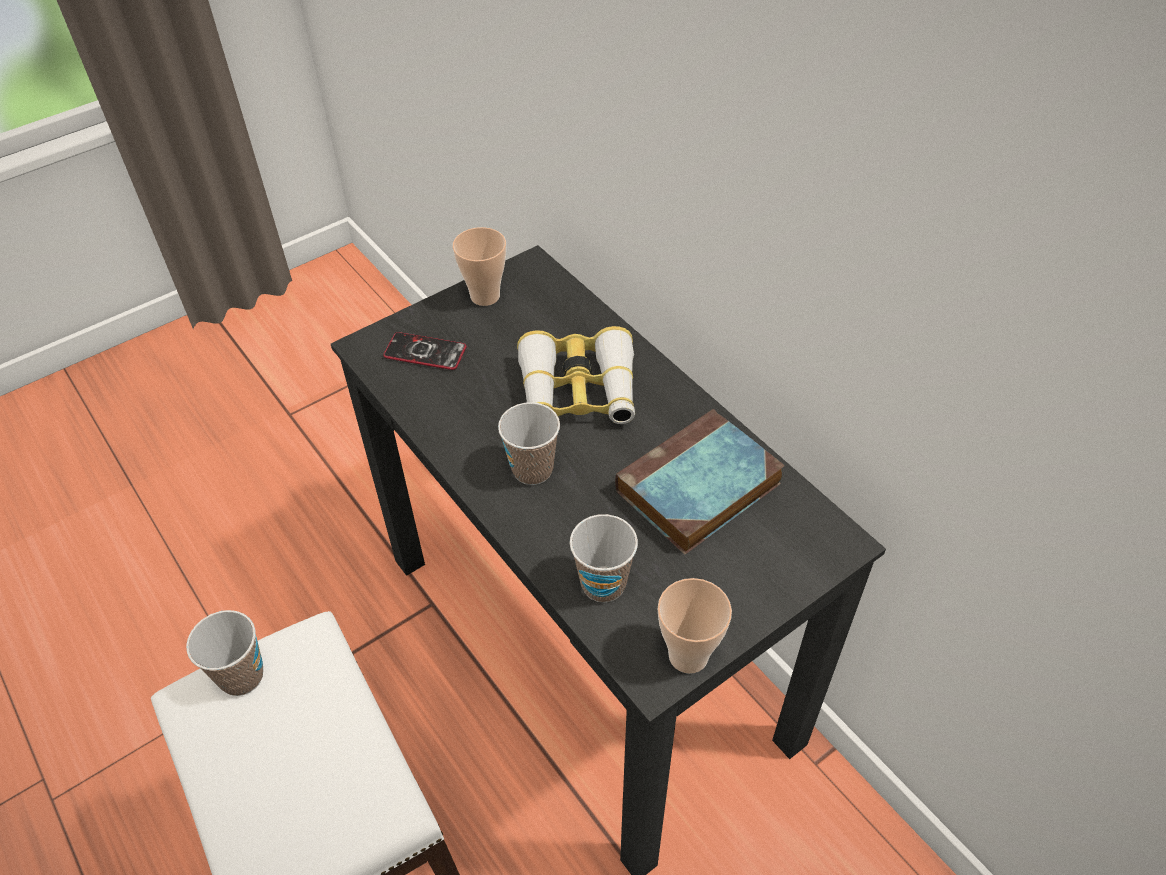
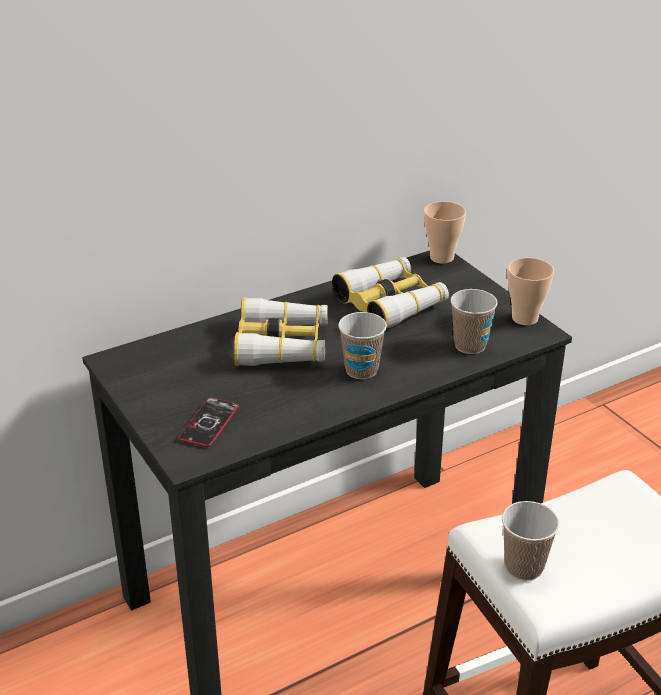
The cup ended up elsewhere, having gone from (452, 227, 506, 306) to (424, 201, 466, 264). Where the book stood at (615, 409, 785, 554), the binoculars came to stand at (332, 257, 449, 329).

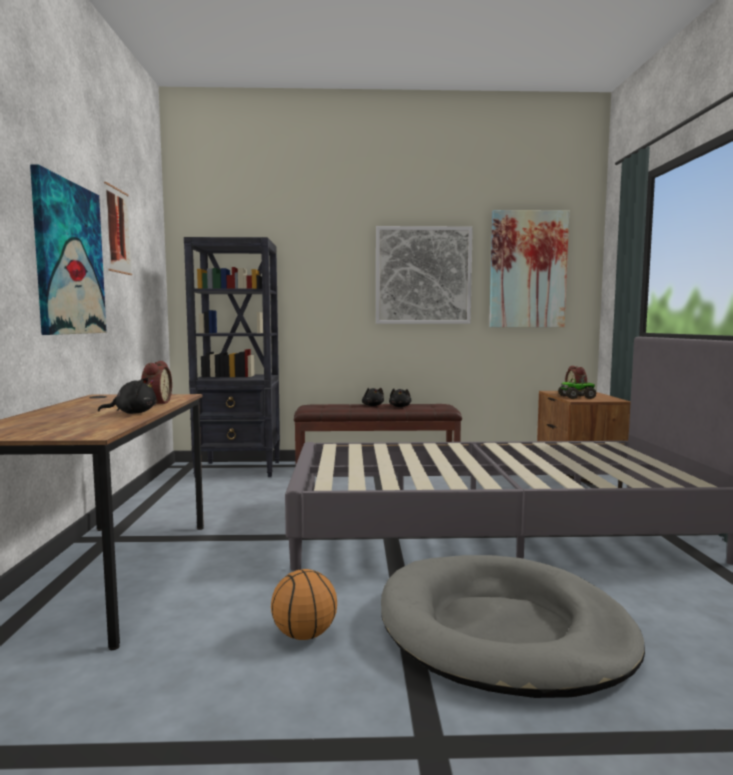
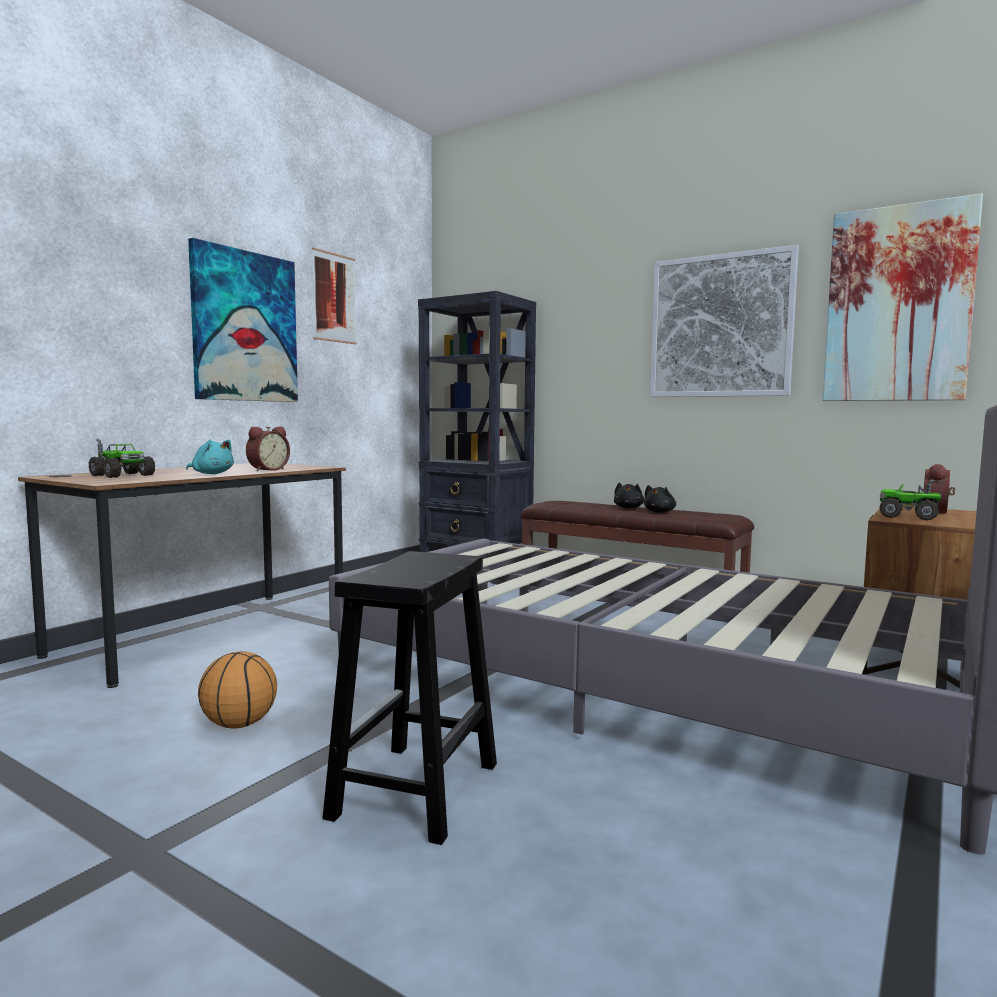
The second view gained the toy truck at (89, 439, 155, 478). Where the dog bed (grey) stood at (381, 555, 645, 698), the stool (black) came to stand at (323, 551, 497, 845). What was the plush toy (black) at (98, 378, 157, 414) turned into the plush toy (turquoise) at (186, 439, 234, 474).

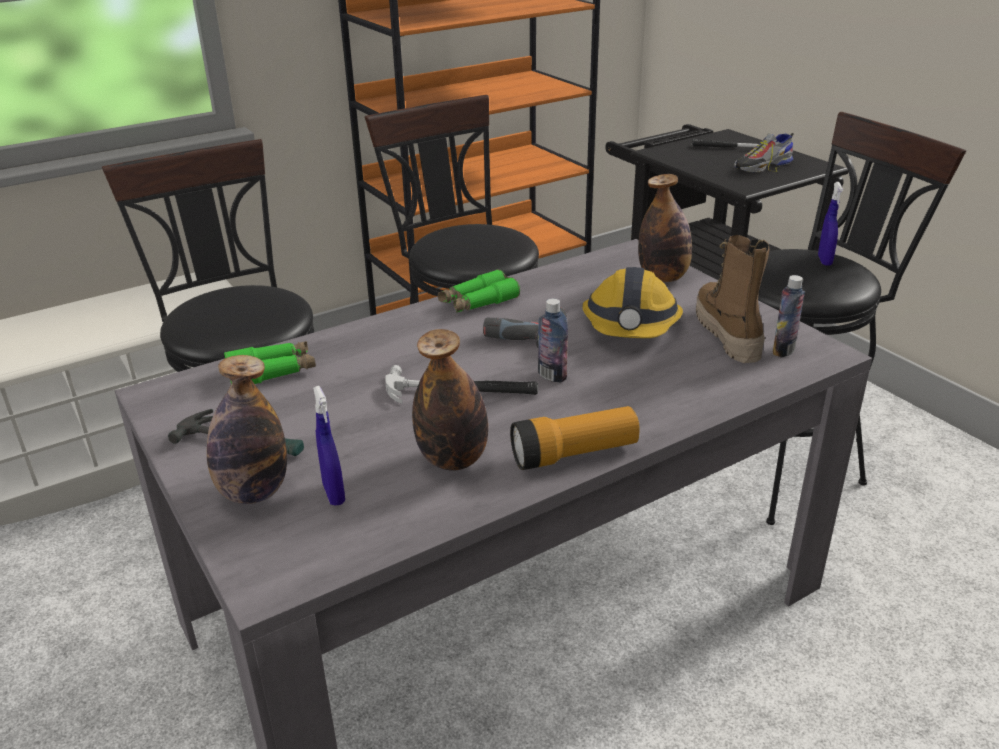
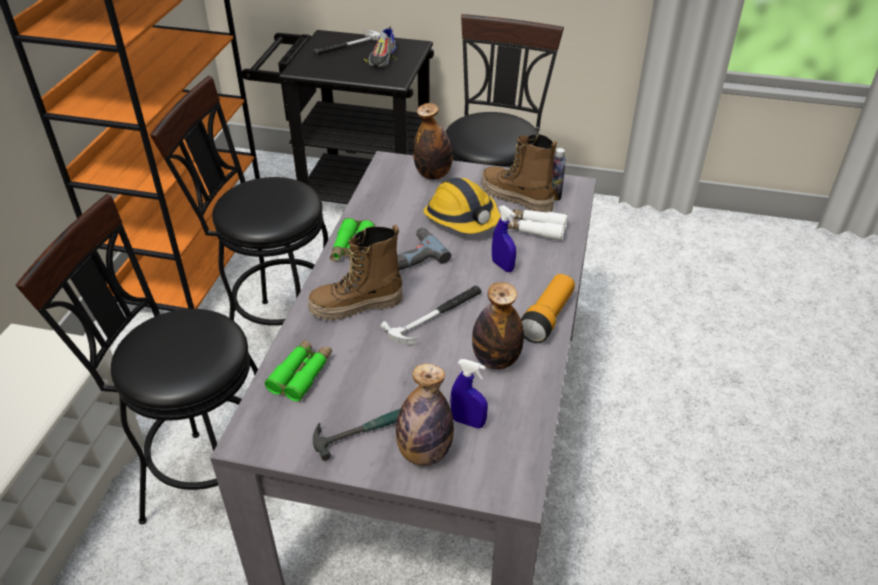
The second view lost the bottle at (538, 299, 568, 383). The second view gained the boot at (308, 224, 403, 320). The second view gained the binoculars (white) at (508, 209, 568, 241). The spray bottle (blue) ended up elsewhere, having gone from (818, 182, 843, 266) to (492, 205, 516, 272).

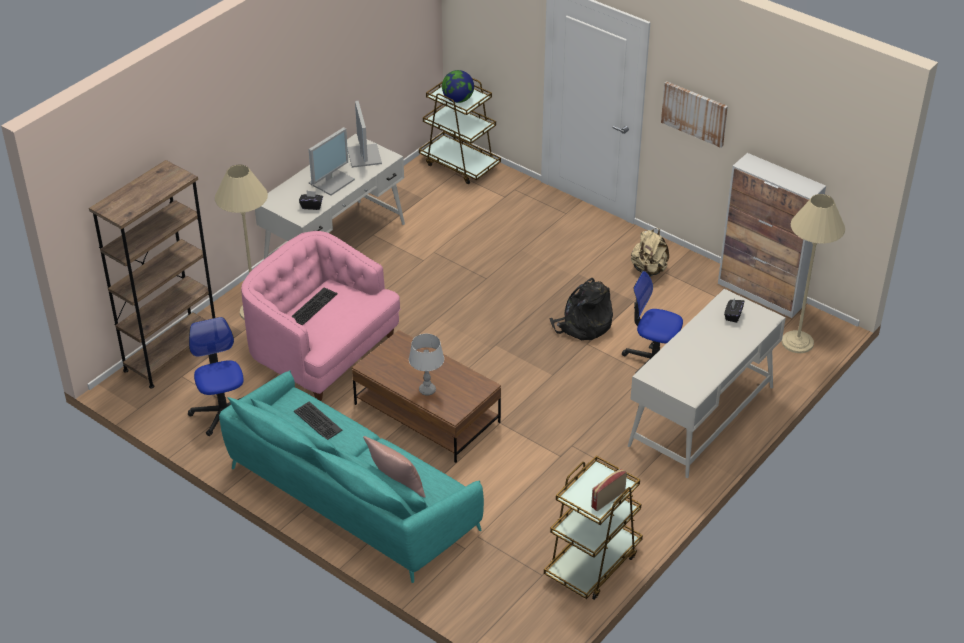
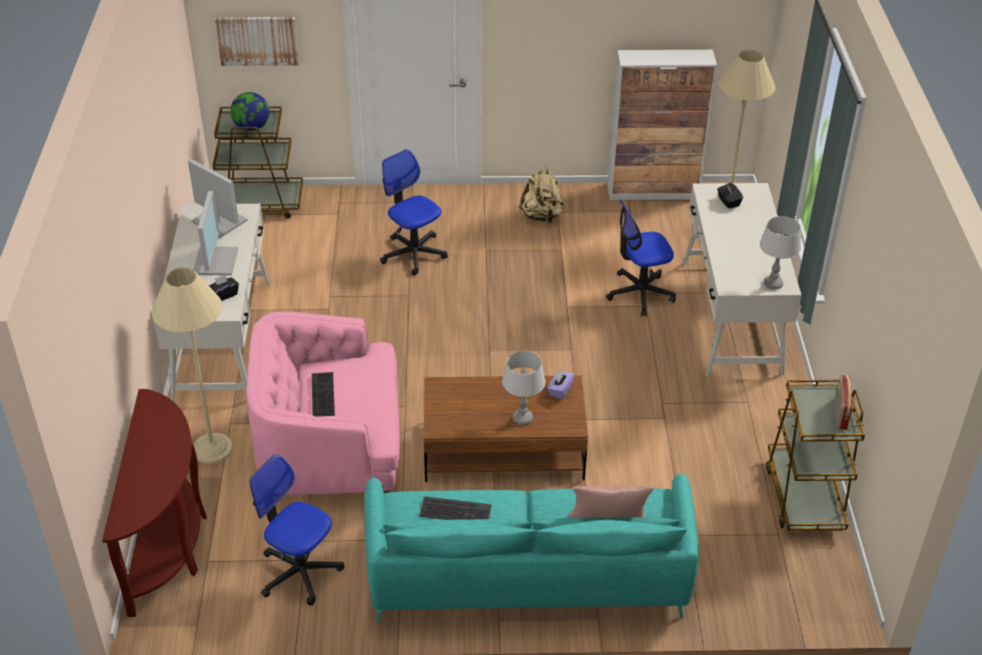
The second view lost the backpack (black) at (549, 278, 613, 340). The second view gained the office chair at (380, 149, 448, 276). The second view gained the tissue box (purple) at (547, 370, 574, 400). The second view gained the table lamp (grey) at (760, 216, 801, 289). The picture ended up elsewhere, having gone from (661, 81, 728, 148) to (215, 17, 299, 66). Where the bookcase (brown) stood at (89, 160, 215, 389), the console table (brown) came to stand at (102, 389, 207, 617).

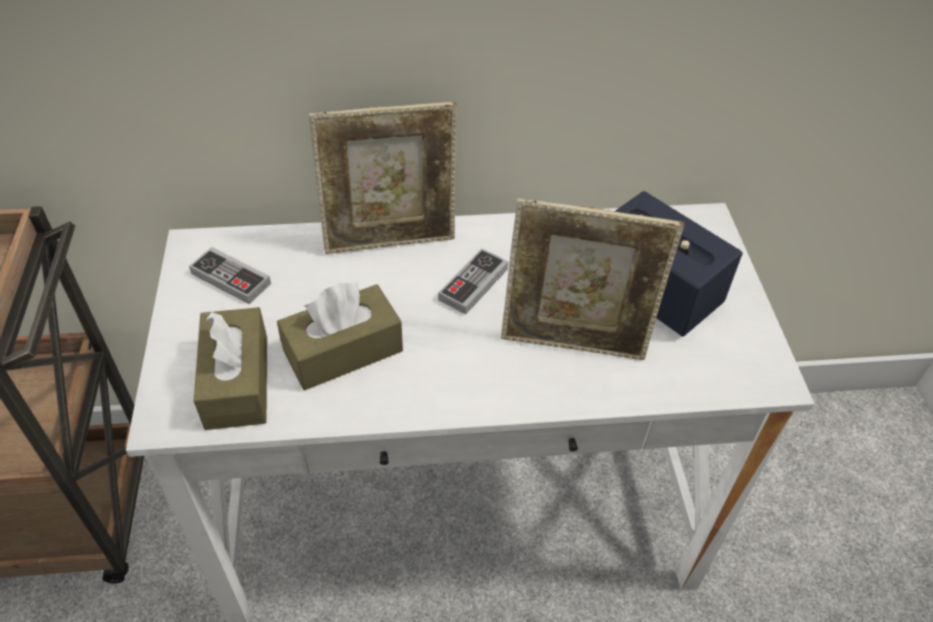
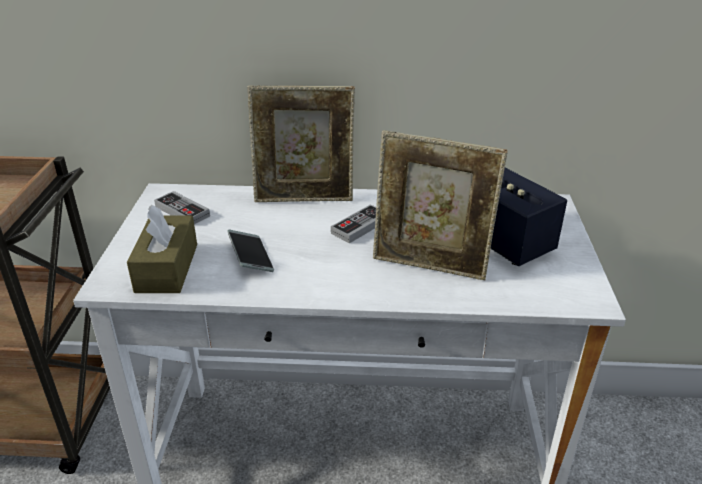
Where the tissue box (brown) stood at (277, 282, 403, 390), the phone came to stand at (227, 229, 274, 272).

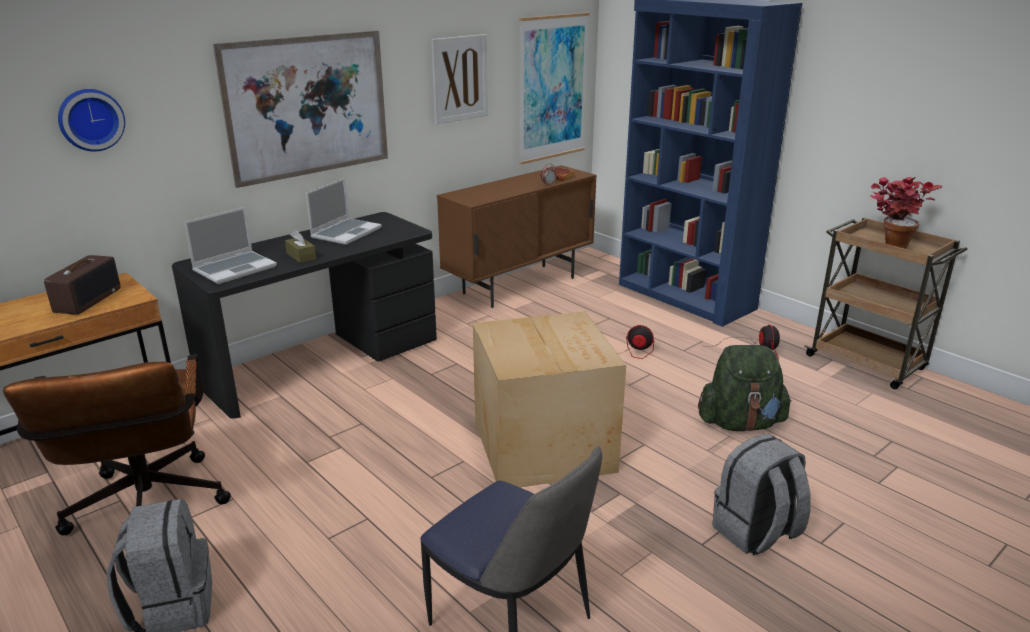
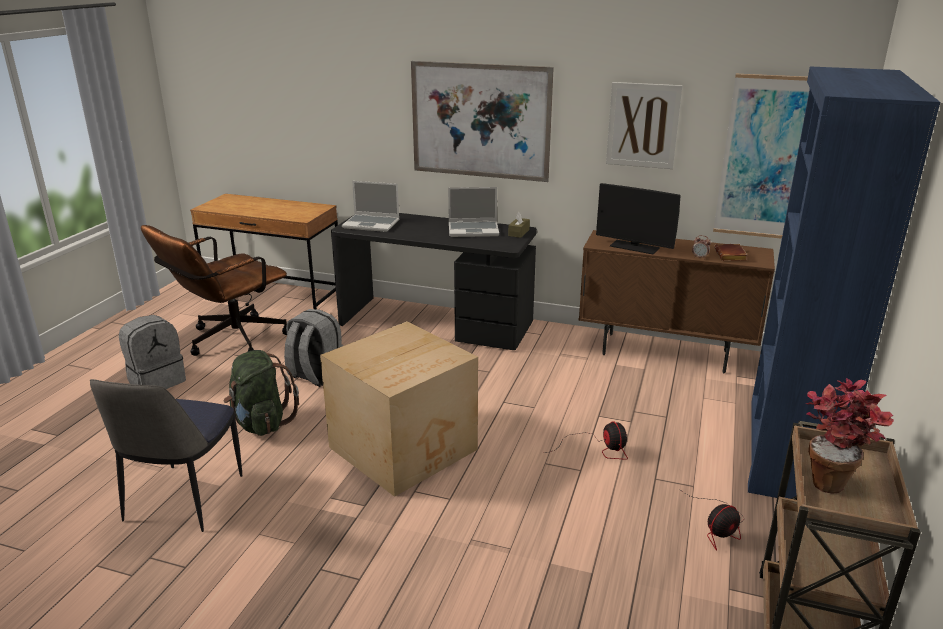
The second view lost the radio at (44, 255, 121, 315). The second view lost the wall clock at (58, 89, 125, 152). The second view gained the monitor at (596, 183, 681, 254). The tissue box (brown) ended up elsewhere, having gone from (285, 230, 316, 263) to (508, 211, 530, 238). The backpack (green) ended up elsewhere, having gone from (698, 345, 792, 432) to (224, 350, 299, 436). The backpack (grey) ended up elsewhere, having gone from (713, 434, 811, 555) to (284, 309, 344, 387).

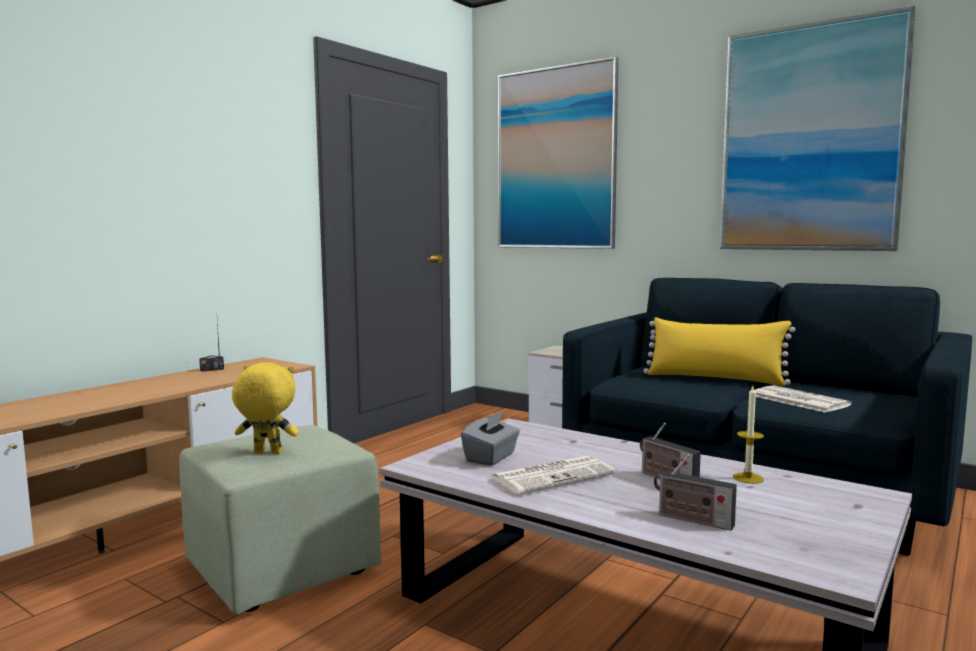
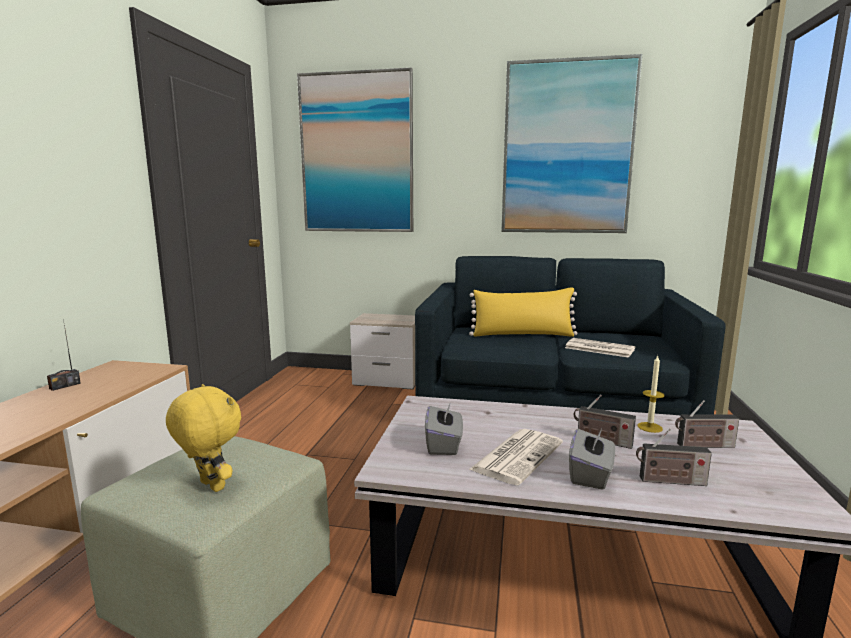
The second view gained the tissue box (grey) at (569, 427, 615, 490). The second view gained the radio at (675, 400, 739, 448). The plush toy (yellow) at (232, 363, 299, 454) ended up facing another way, 60 degrees clockwise from before.

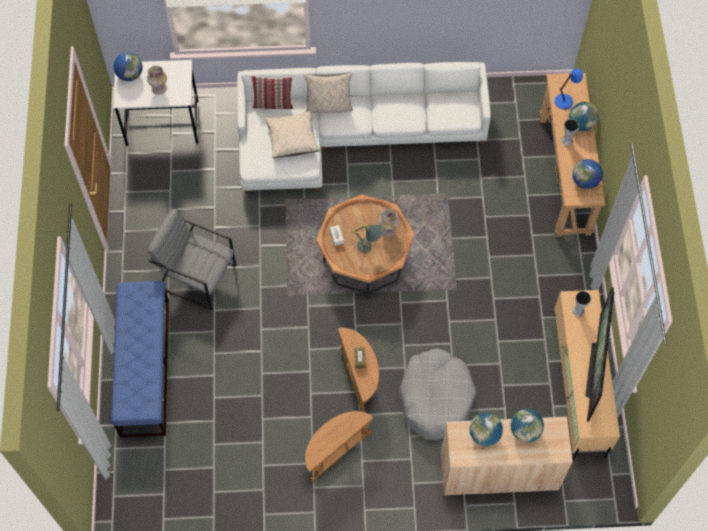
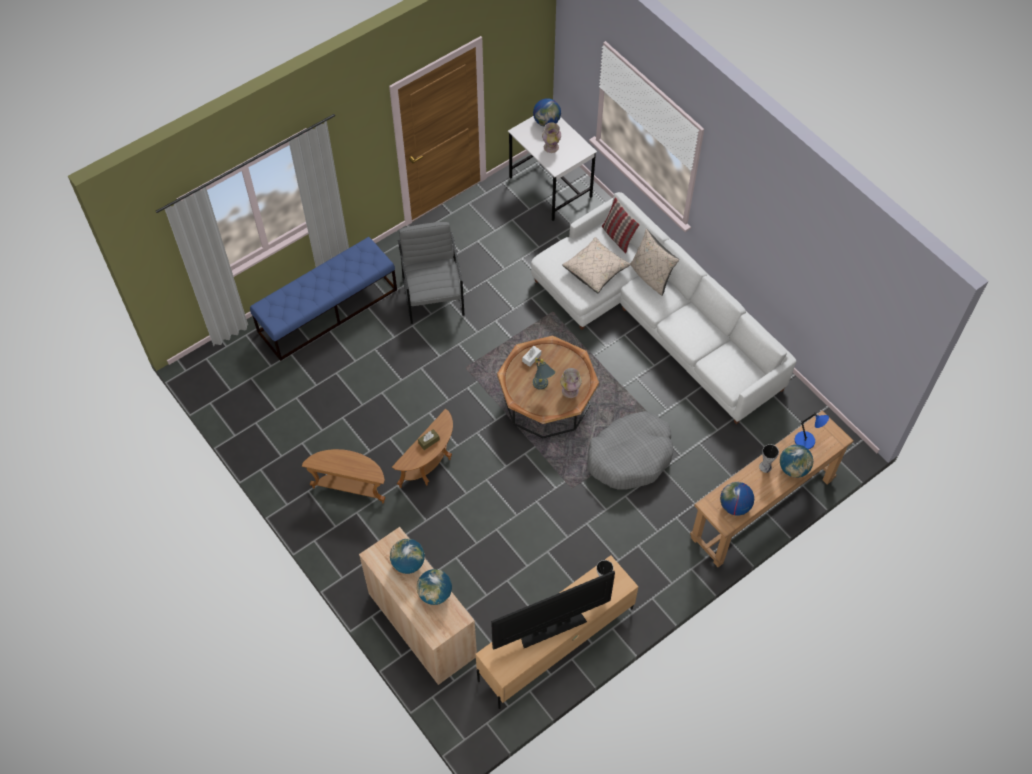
The dog bed (grey) ended up elsewhere, having gone from (399, 348, 476, 440) to (587, 411, 673, 490).

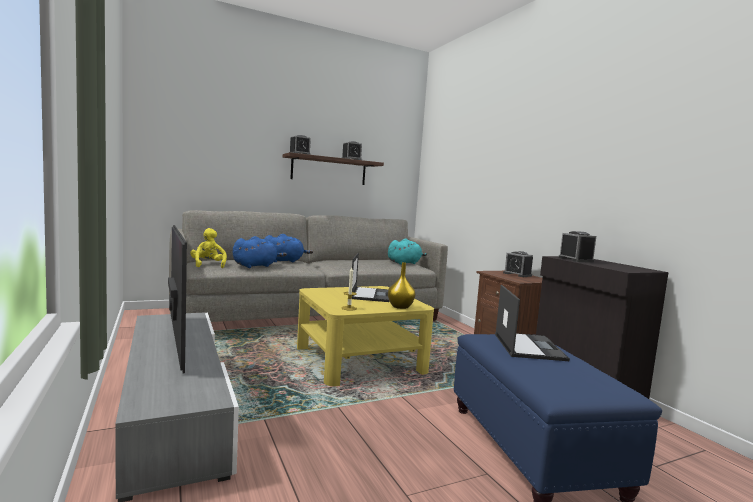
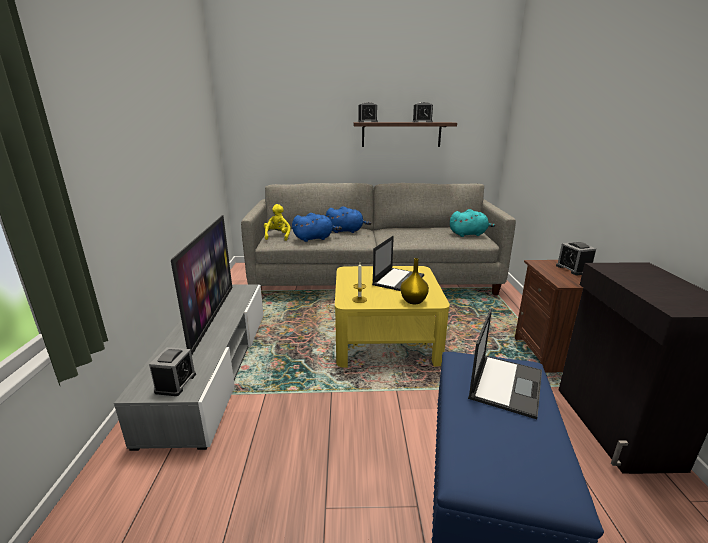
The alarm clock ended up elsewhere, having gone from (558, 231, 596, 263) to (149, 347, 196, 396).

